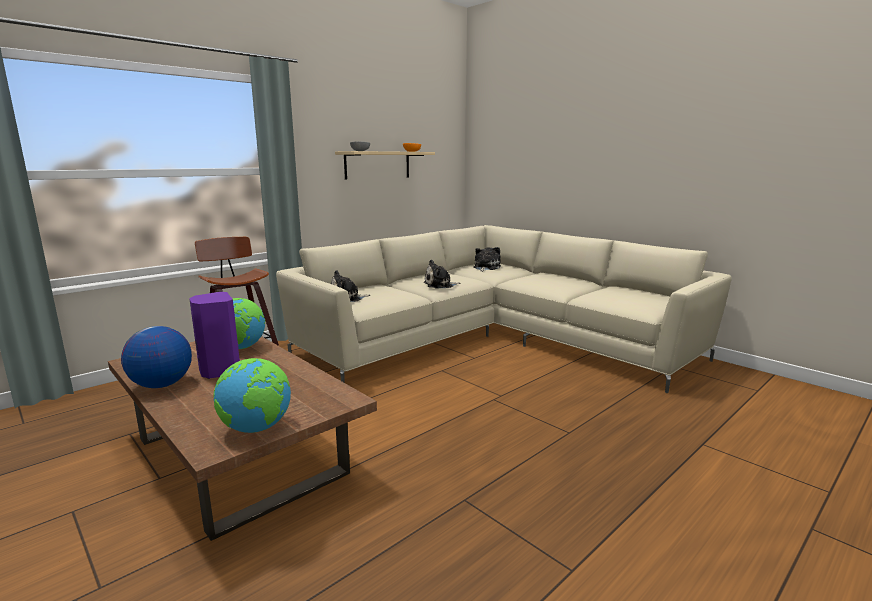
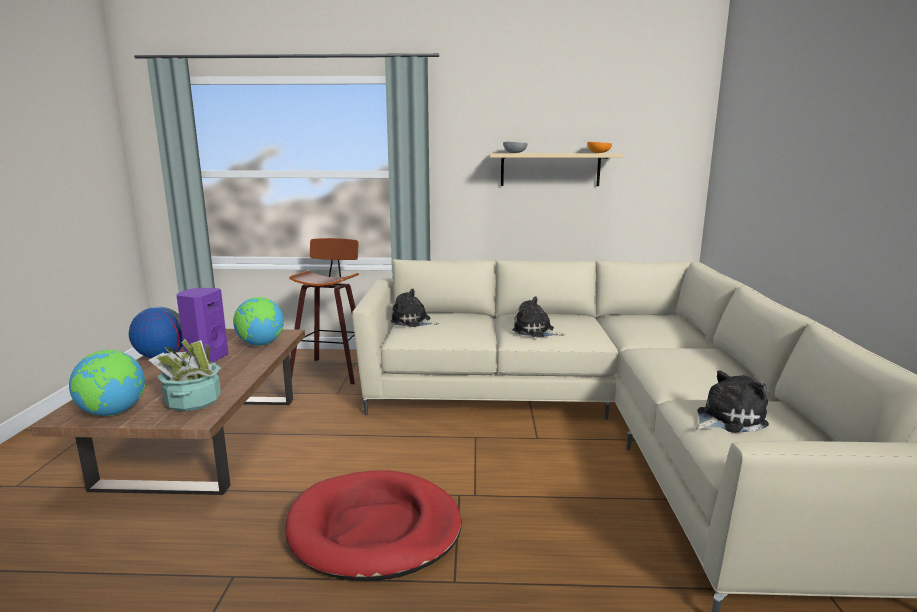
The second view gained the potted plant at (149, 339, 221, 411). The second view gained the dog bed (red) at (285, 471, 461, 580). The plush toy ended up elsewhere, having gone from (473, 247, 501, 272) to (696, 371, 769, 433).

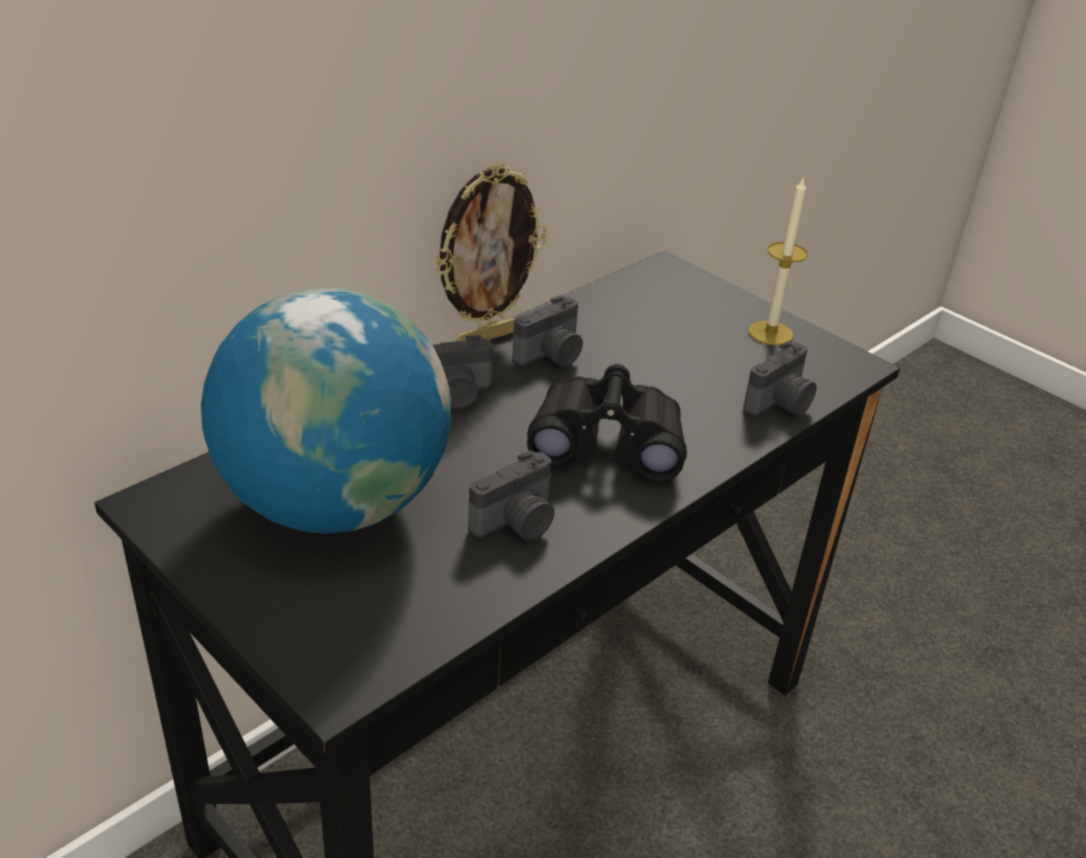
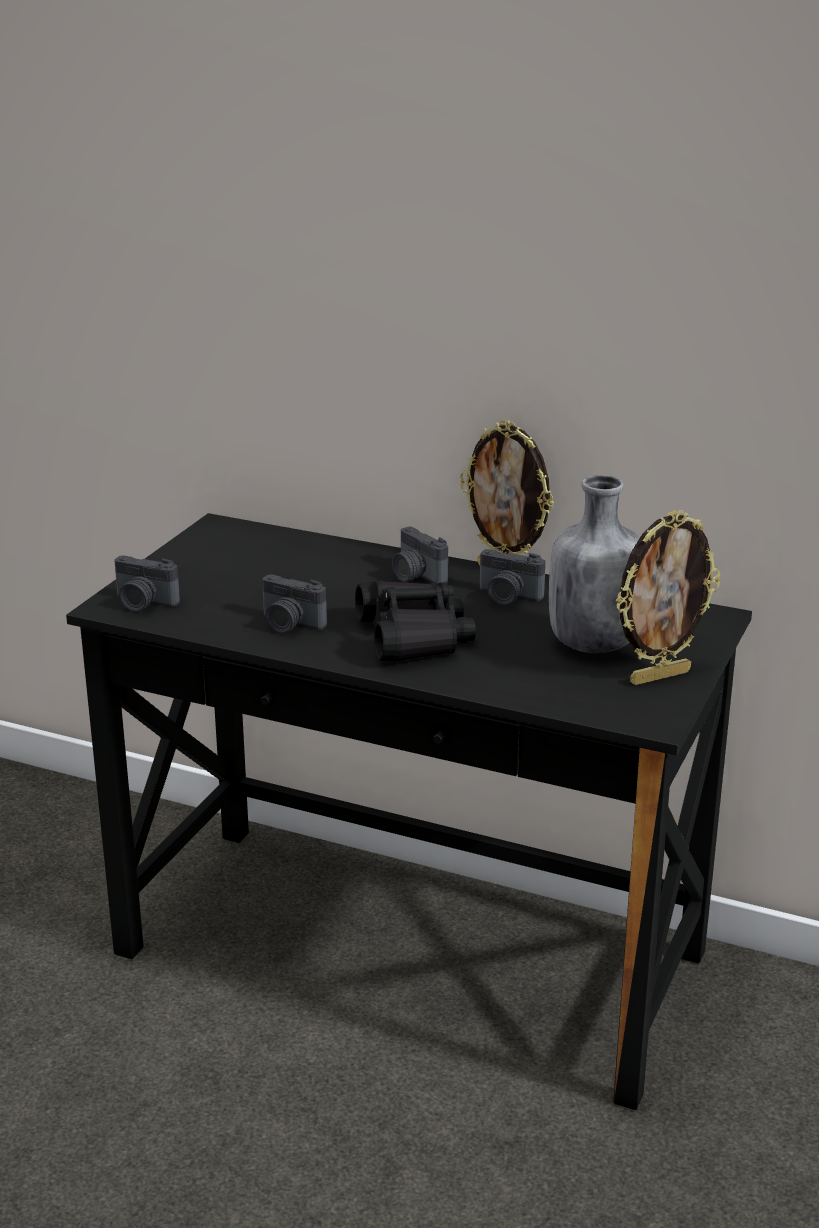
The second view lost the globe at (201, 288, 451, 534). The second view gained the bottle (grey) at (549, 475, 640, 653). The photo camera ended up elsewhere, having gone from (743, 341, 817, 416) to (114, 555, 180, 612). Where the candle stood at (749, 176, 808, 345), the picture frame came to stand at (616, 510, 720, 685).

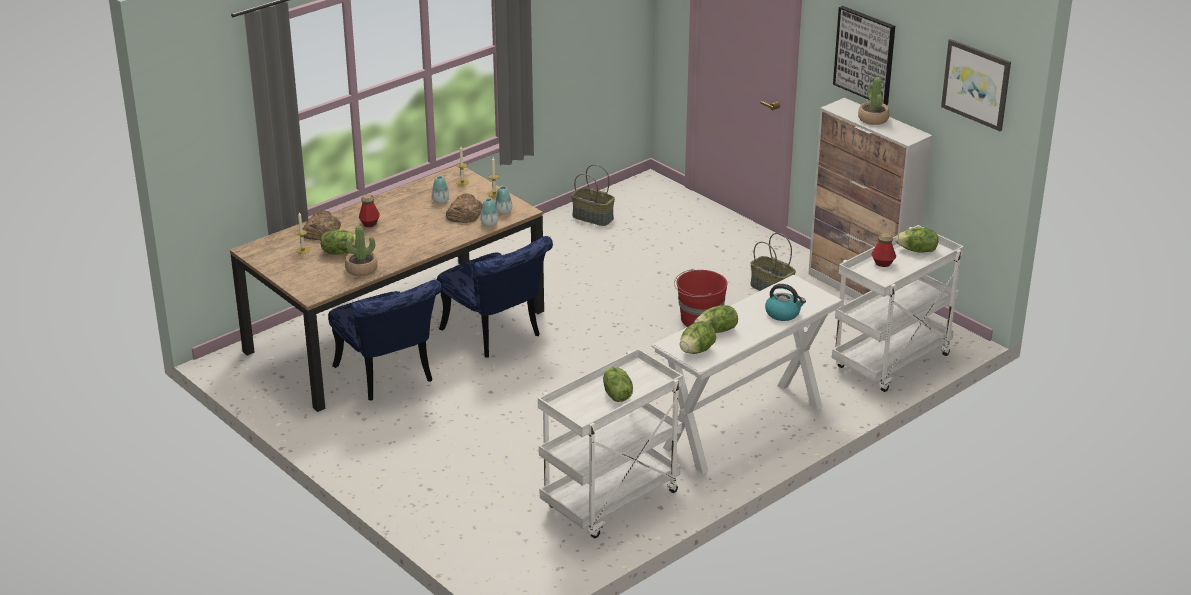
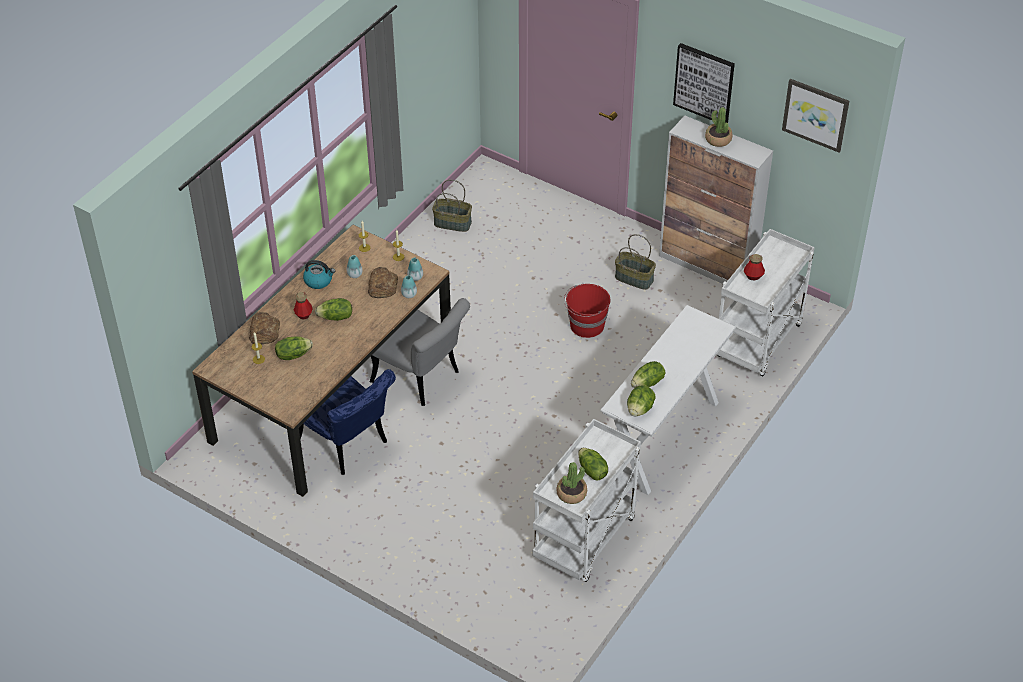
The potted plant ended up elsewhere, having gone from (345, 226, 378, 276) to (556, 462, 587, 504). The kettle ended up elsewhere, having gone from (765, 284, 806, 321) to (303, 260, 335, 289). The lettuce ended up elsewhere, having gone from (896, 228, 938, 253) to (315, 298, 352, 321). What was the chair (blue) at (437, 236, 553, 358) turned into the chair (grey) at (370, 298, 470, 406).

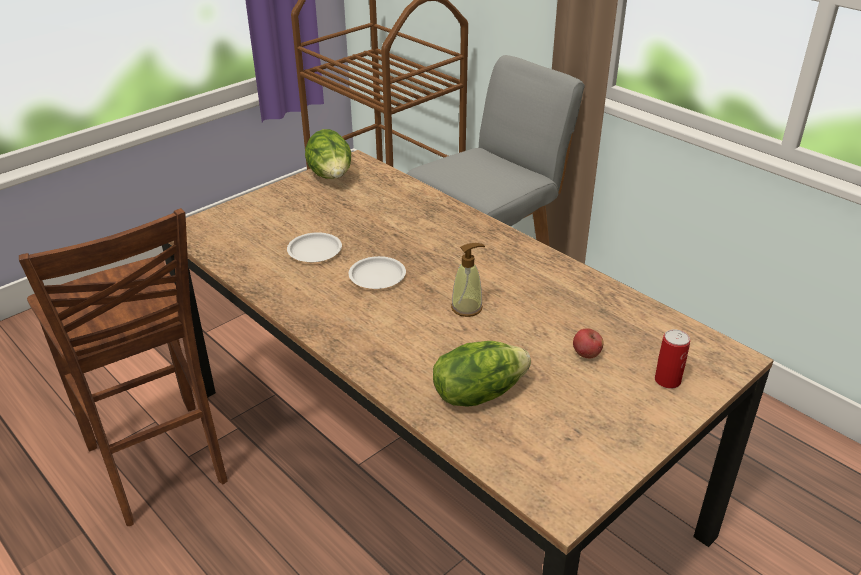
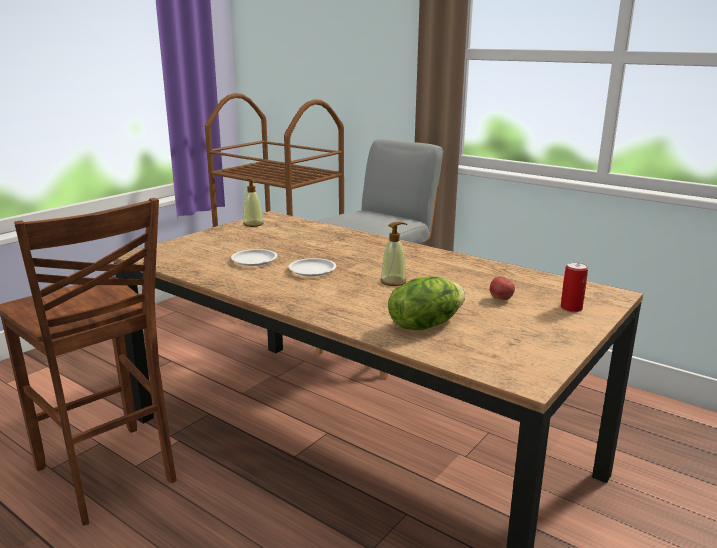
Where the lettuce stood at (305, 129, 351, 178), the soap dispenser came to stand at (243, 178, 263, 227).

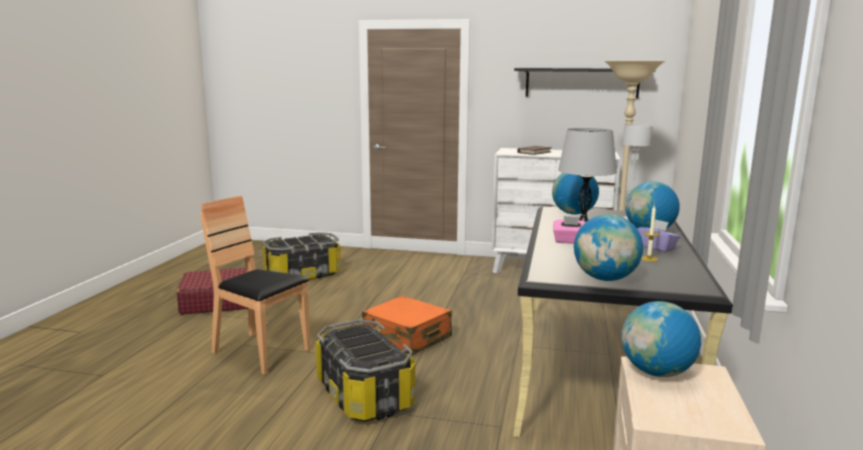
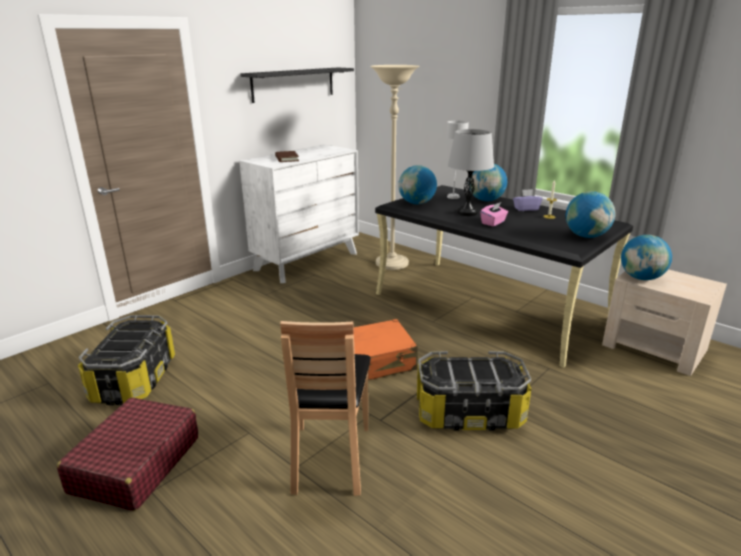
The chair (brown) at (200, 196, 310, 375) ended up facing another way, 60 degrees counterclockwise from before.

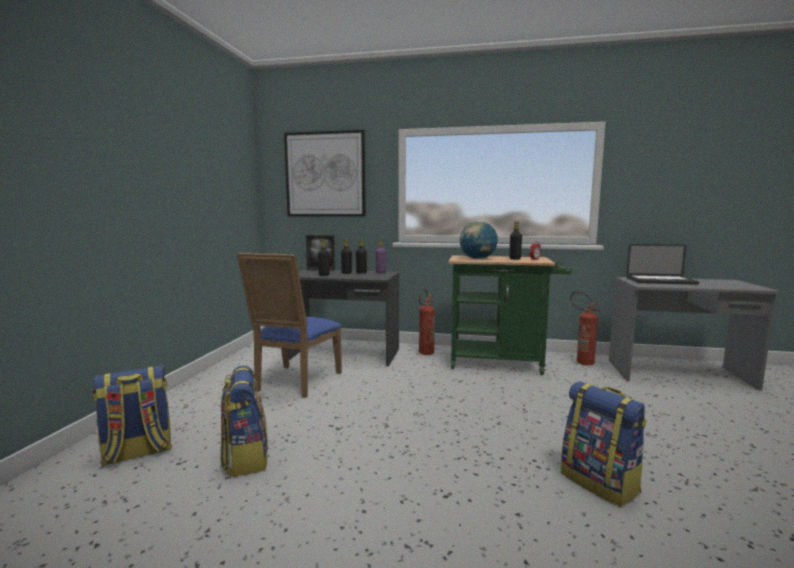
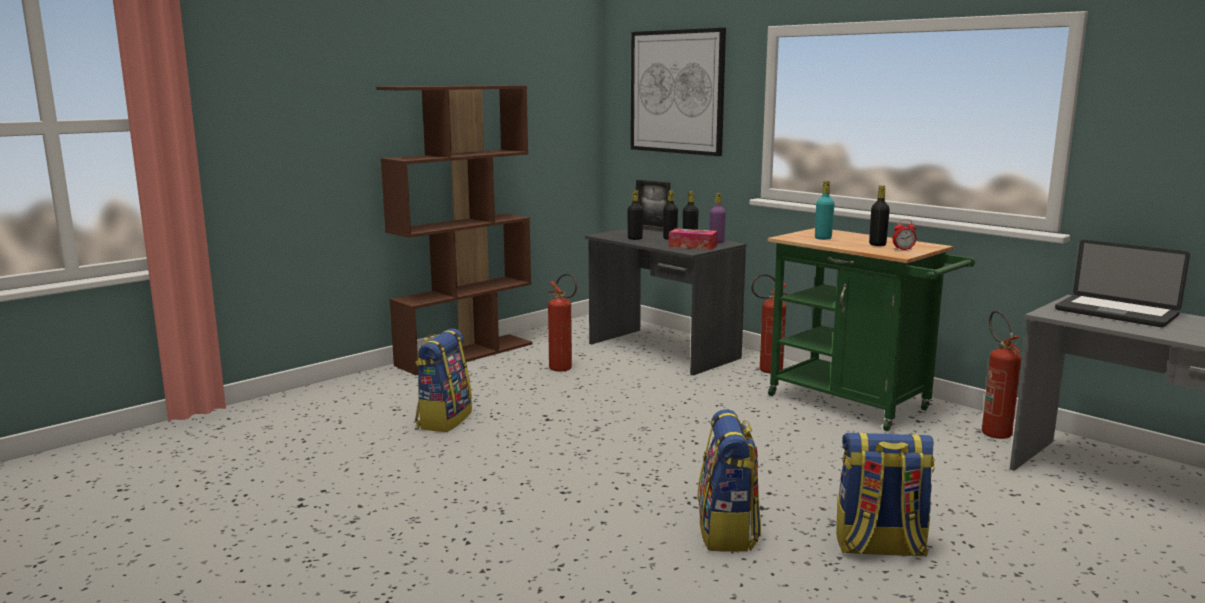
The second view gained the bookcase (brown) at (376, 85, 533, 375). The second view gained the tissue box at (669, 228, 718, 250). The backpack ended up elsewhere, having gone from (93, 365, 172, 466) to (836, 433, 935, 557). Where the chair (blue) stood at (237, 253, 342, 398), the fire extinguisher came to stand at (548, 273, 577, 372). Where the globe stood at (460, 221, 498, 259), the bottle (turquoise) came to stand at (815, 181, 834, 240).

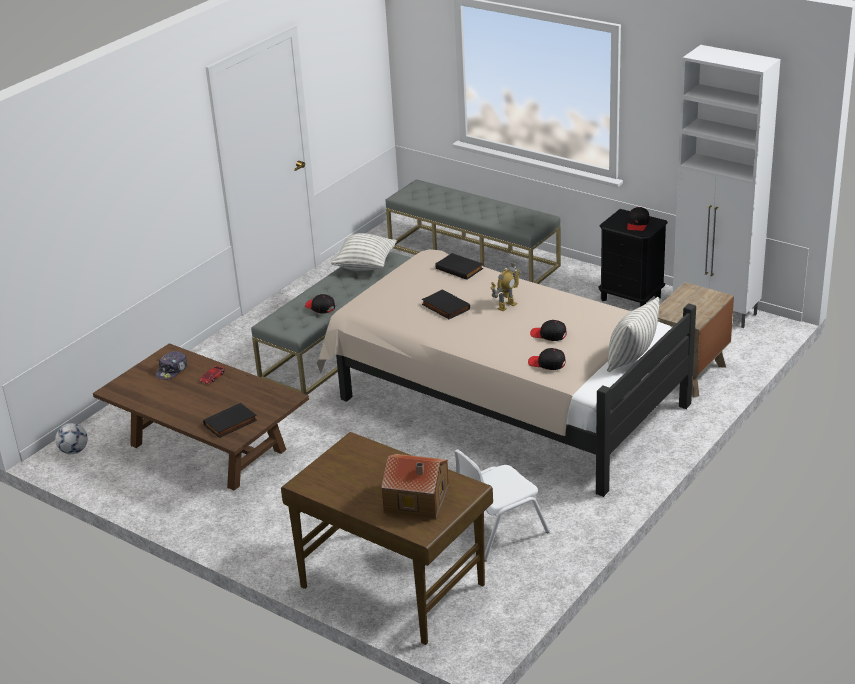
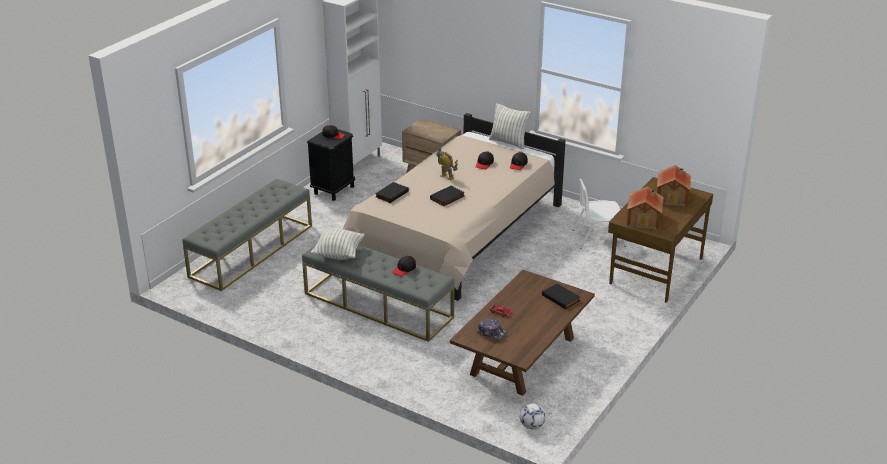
The second view gained the toy house at (626, 186, 663, 230). The chair (white) at (454, 449, 550, 561) ended up facing another way, 120 degrees clockwise from before.

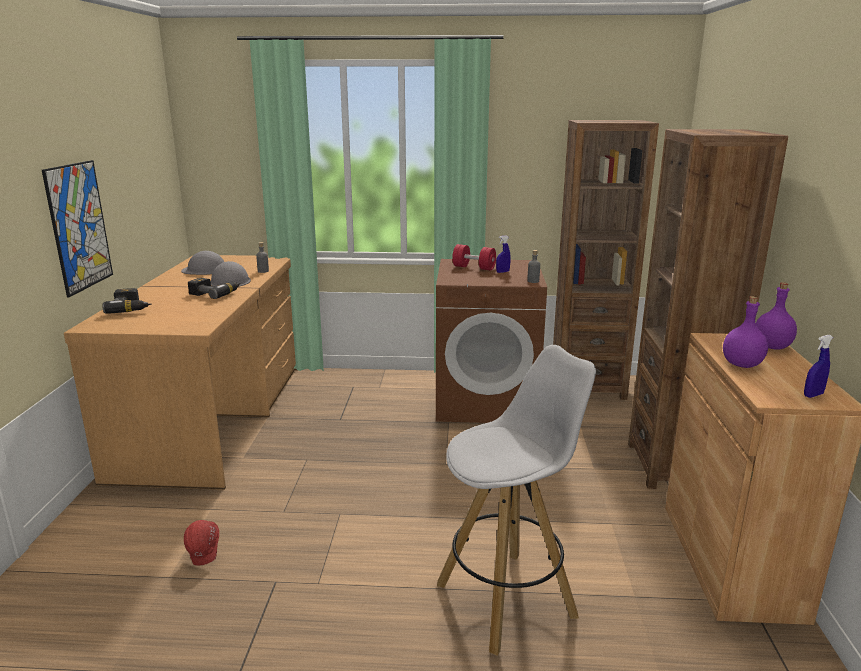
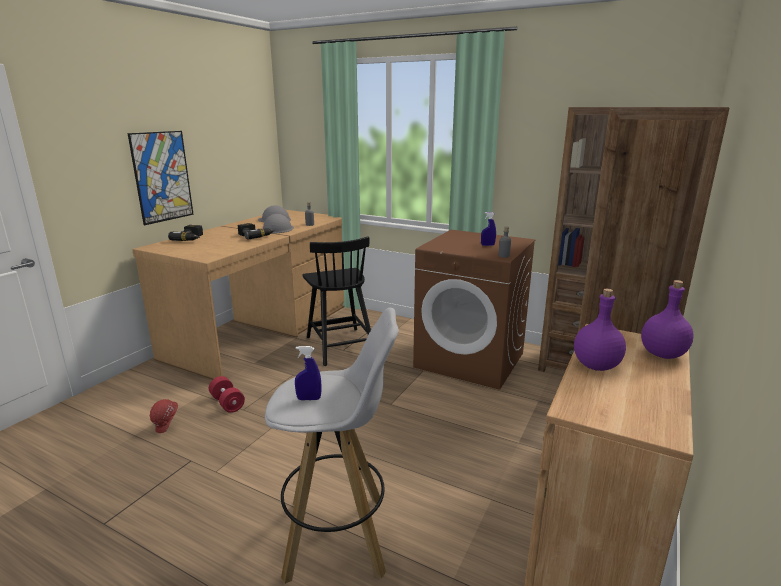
The second view gained the chair (black) at (303, 236, 371, 366). The dumbbell (red) ended up elsewhere, having gone from (452, 244, 496, 271) to (209, 376, 245, 413). The spray bottle (blue) ended up elsewhere, having gone from (804, 335, 833, 398) to (295, 346, 322, 400).

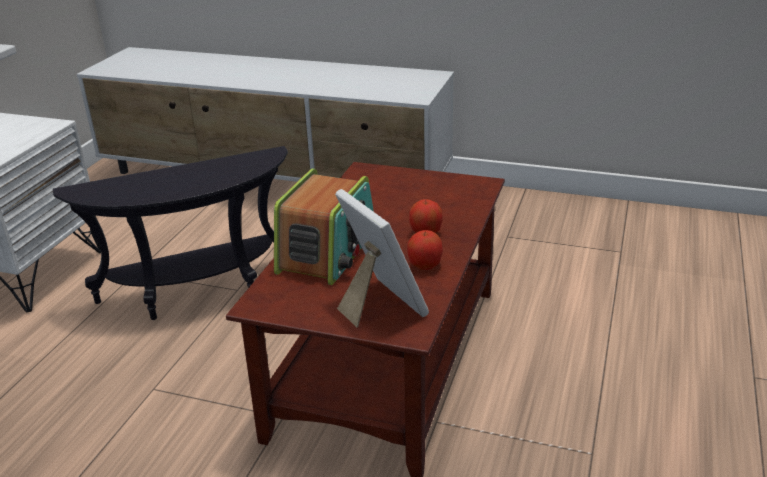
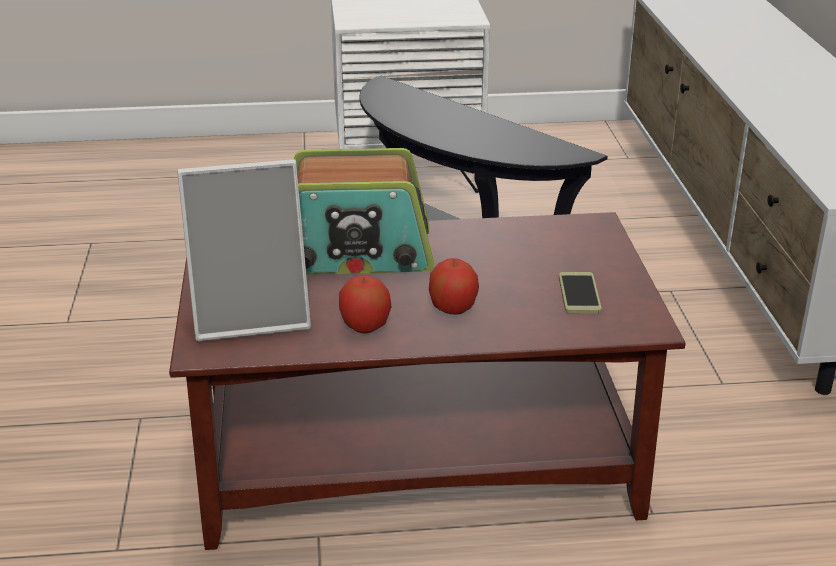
The second view gained the phone at (559, 272, 602, 314). The picture frame at (335, 189, 429, 328) ended up facing another way, 45 degrees clockwise from before.

